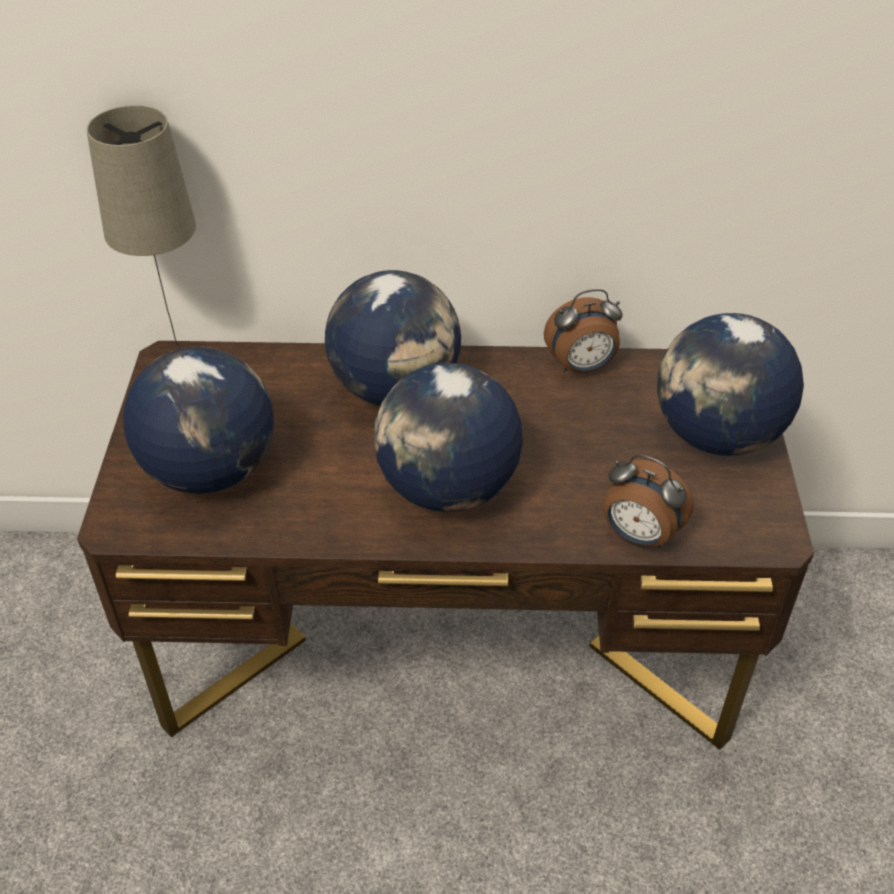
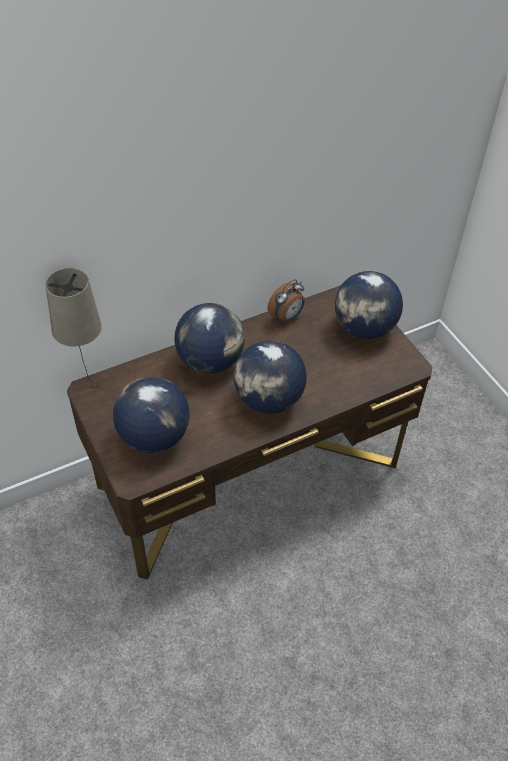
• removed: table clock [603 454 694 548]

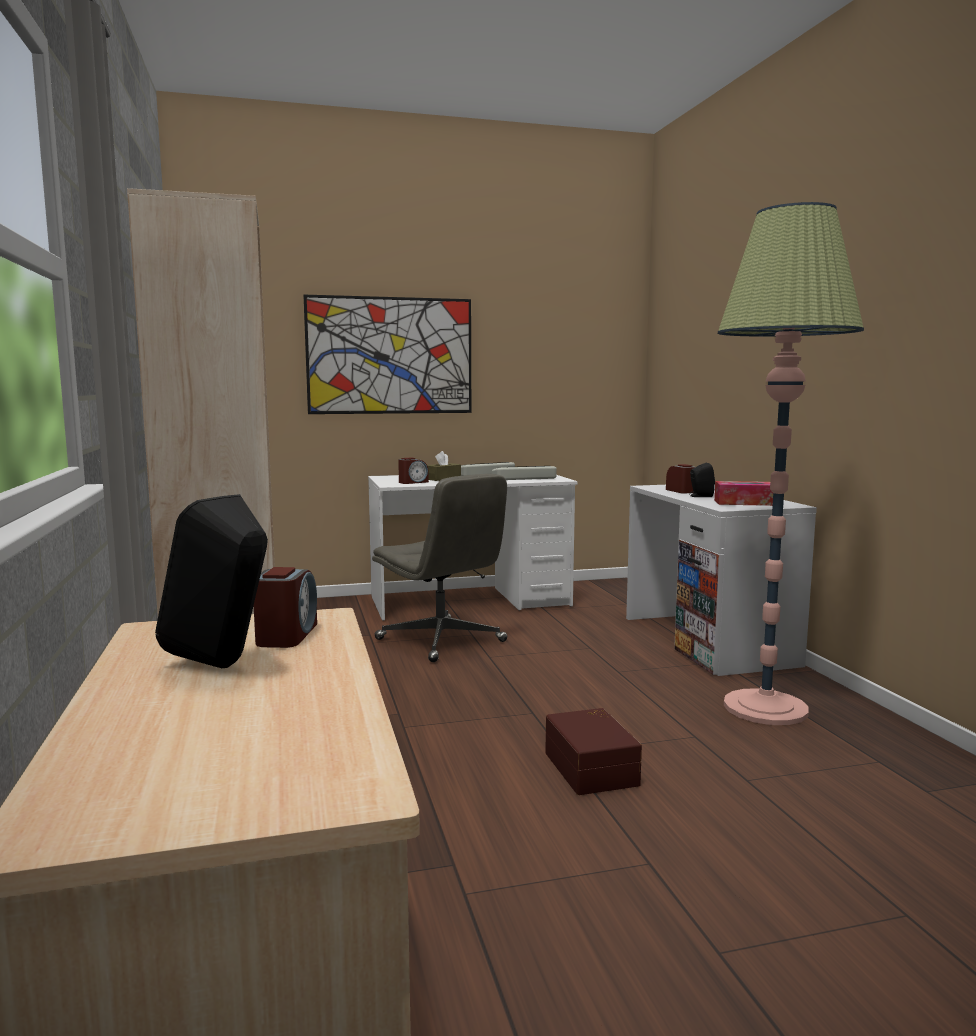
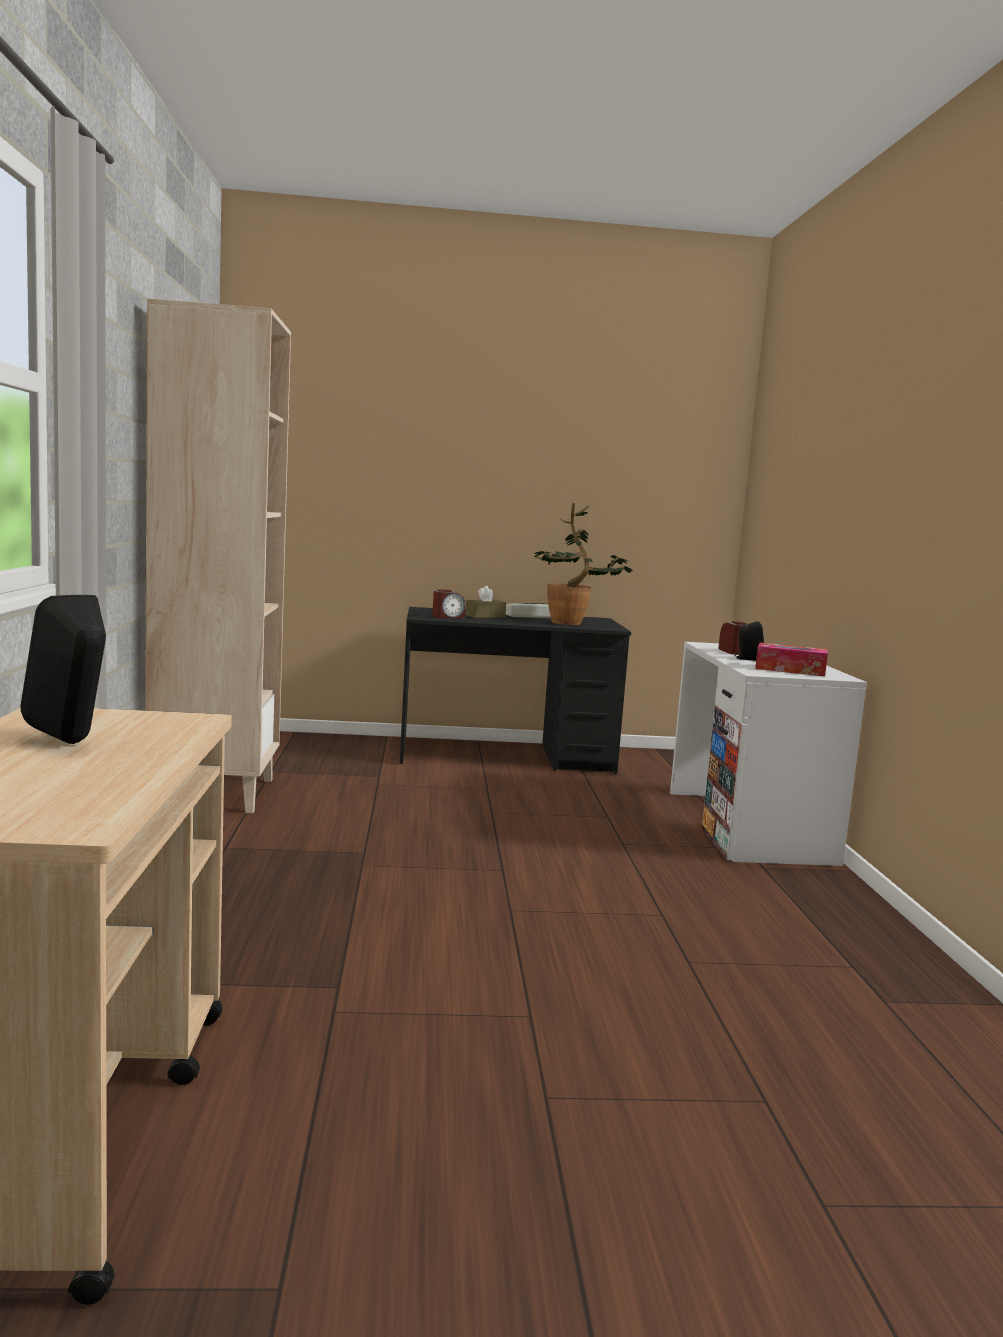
• removed: table clock [254 567 317 648]
• removed: wall art [303 295 471 414]
• recoloured: desk table (whitish) [368 475 578 621] to desk table (black) [400 607 631 774]
• removed: computer chair (greyish) [372 474 507 662]
• replaced: computer keyboard [492 466 557 480] to plant in a pot [534 503 633 625]
• removed: storage container (brown-coloured) [546 708 642 795]
• removed: floor lamp [718 202 864 725]

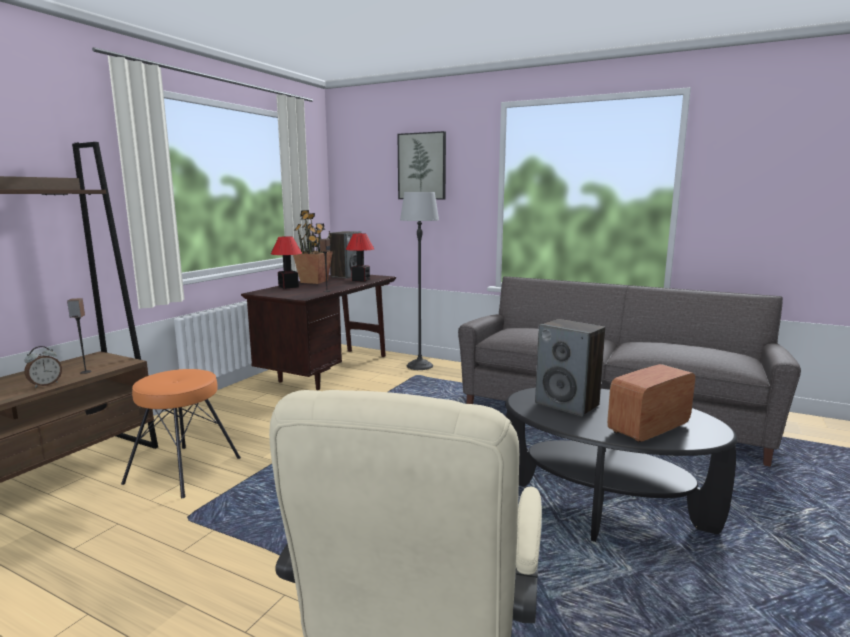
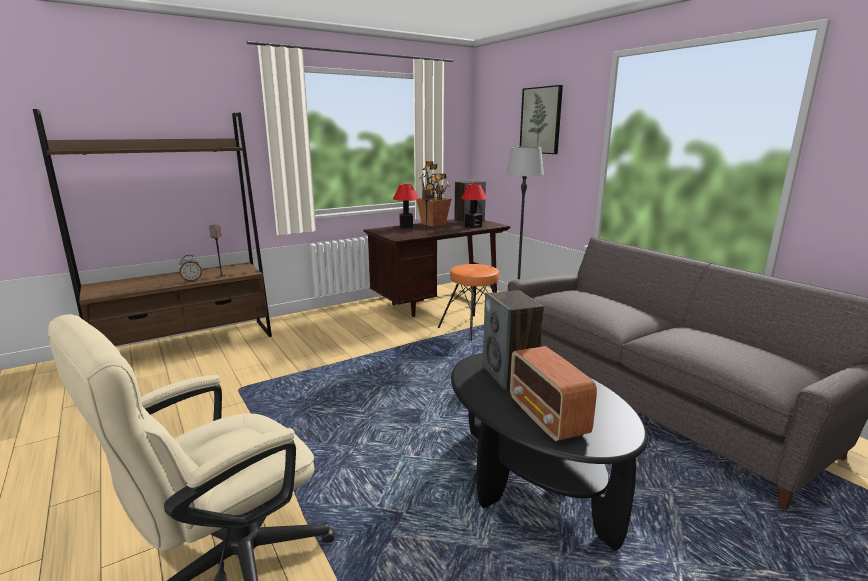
• moved: stool seat (orange-coloured) [121 369 241 498] to [438 264 499 341]
• turned: radio set [607 364 695 443] = [510 346 597 442] 105 degrees counterclockwise

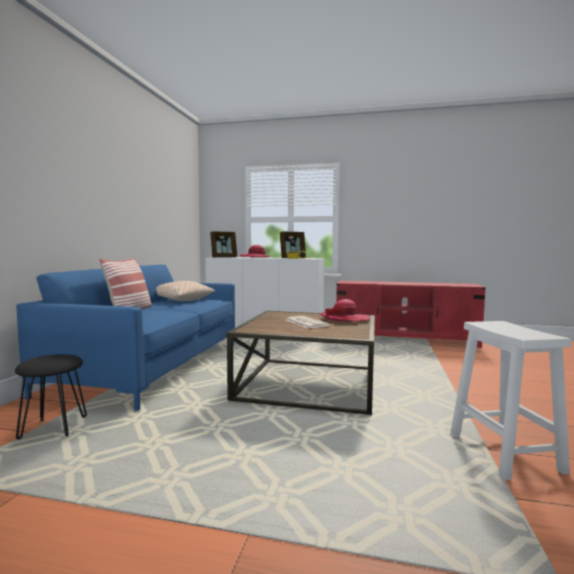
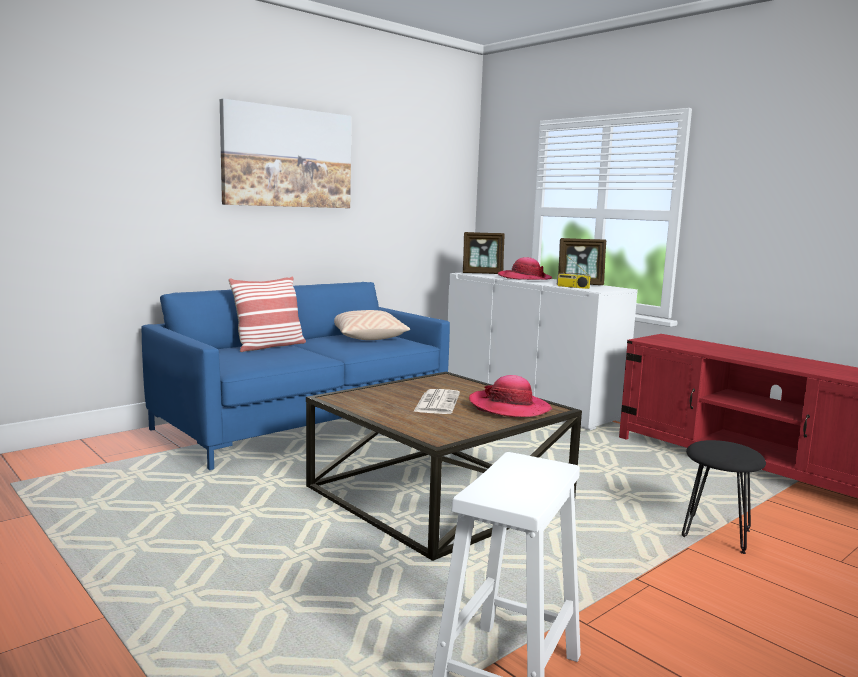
• moved: stool seat (black) [15 354 87 440] to [682 440 766 554]
• added: wall art [220 99 351 208]

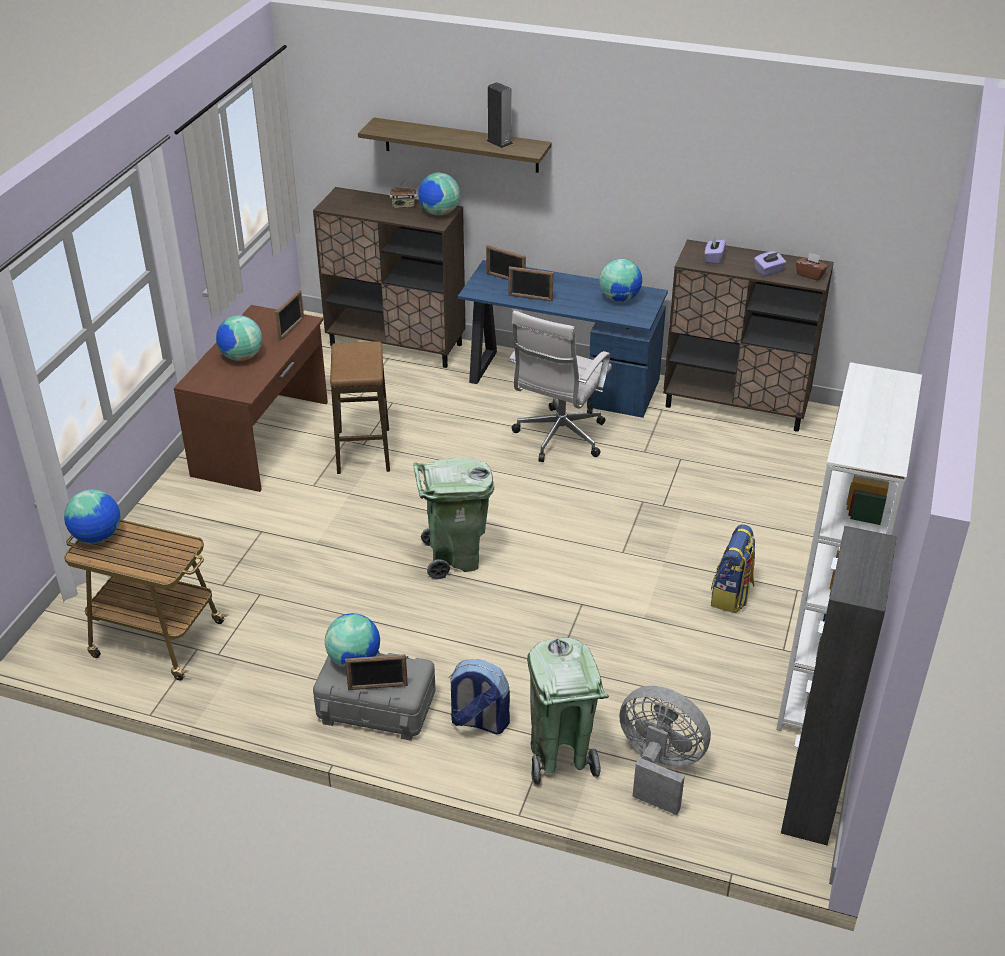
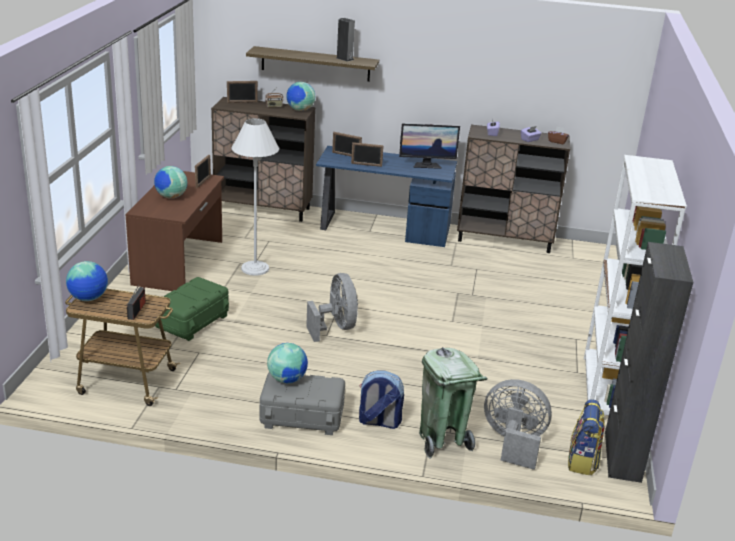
• replaced: stool seat [330 342 390 474] to floor lamp (whitish) [232 118 279 276]
• moved: photo frame [345 654 408 690] to [227 81 258 103]
• replaced: waste bin (green-coloured) [413 458 494 580] to cooling fan (greyish) [306 273 358 342]
• removed: computer chair (whitish) [508 311 612 462]
• replaced: world globe [599 259 642 302] to computer display [399 124 460 169]
• moved: knapsack [711 524 755 613] to [568 399 605 475]
• added: radio set [127 285 146 320]
• added: storage container (green-coloured) [155 277 229 341]

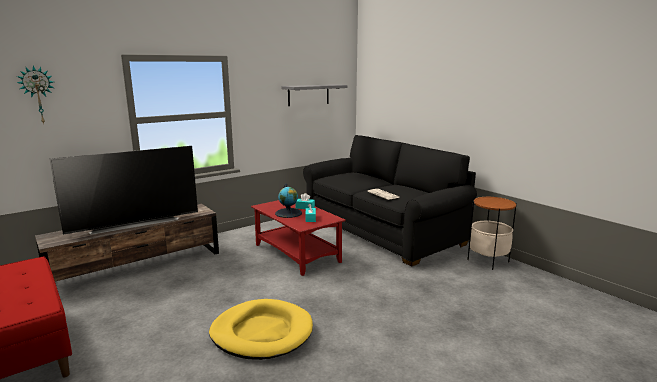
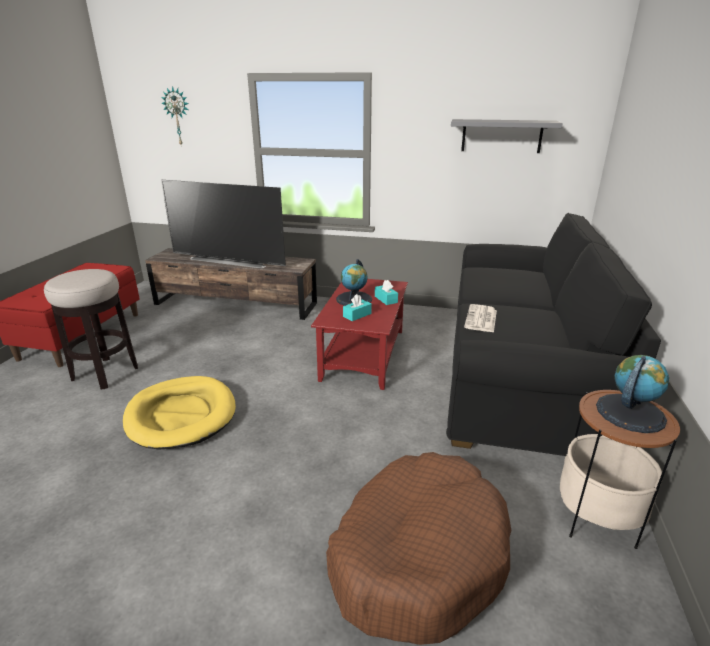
• added: stool seat [44 269 138 389]
• added: dog bed (brown-coloured) [326 452 511 645]
• added: world globe [596 355 669 433]

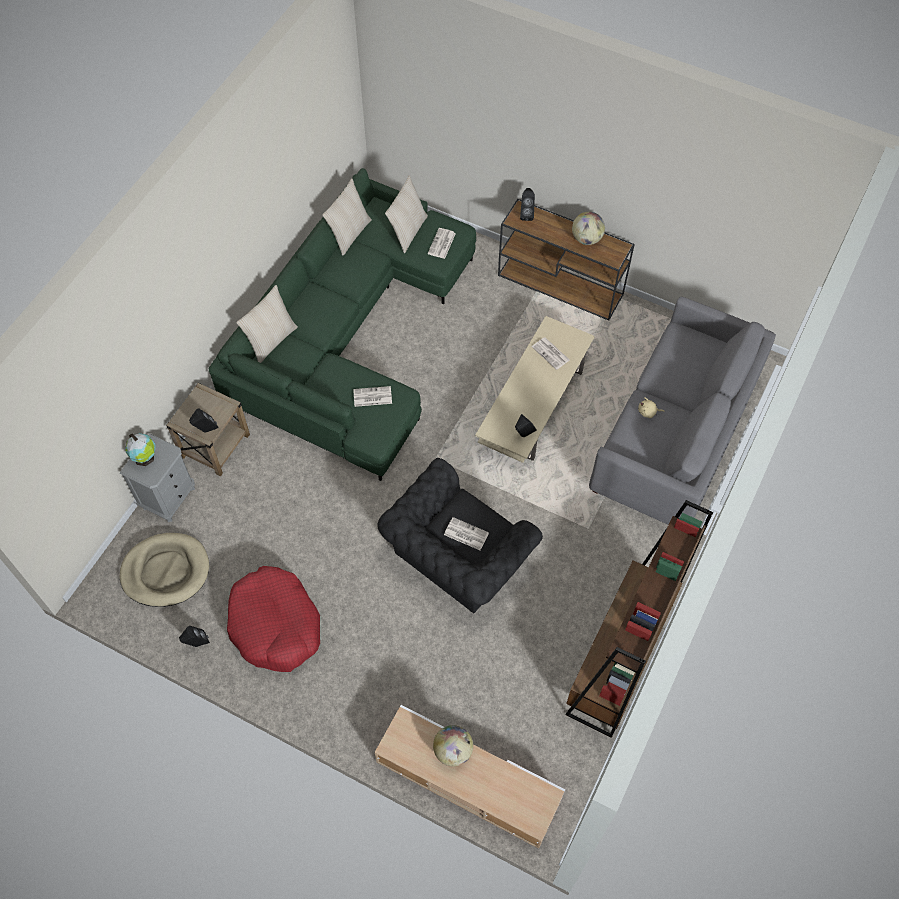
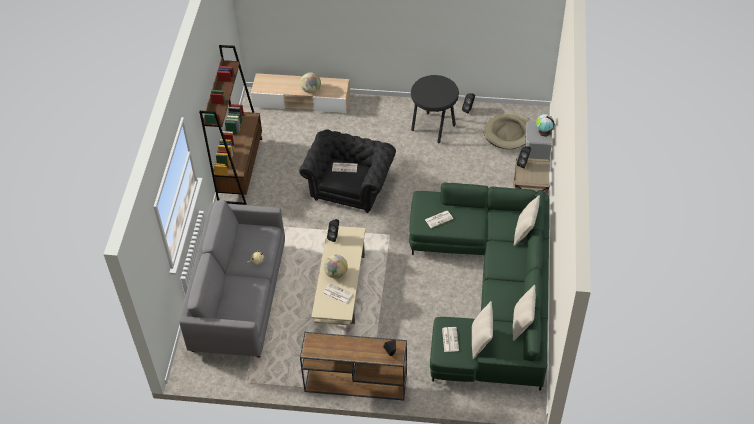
• replaced: dog bed (reddish) [227 566 320 672] to stool seat (black) [411 75 459 143]
• moved: world globe [572 212 605 245] to [324 255 348 279]

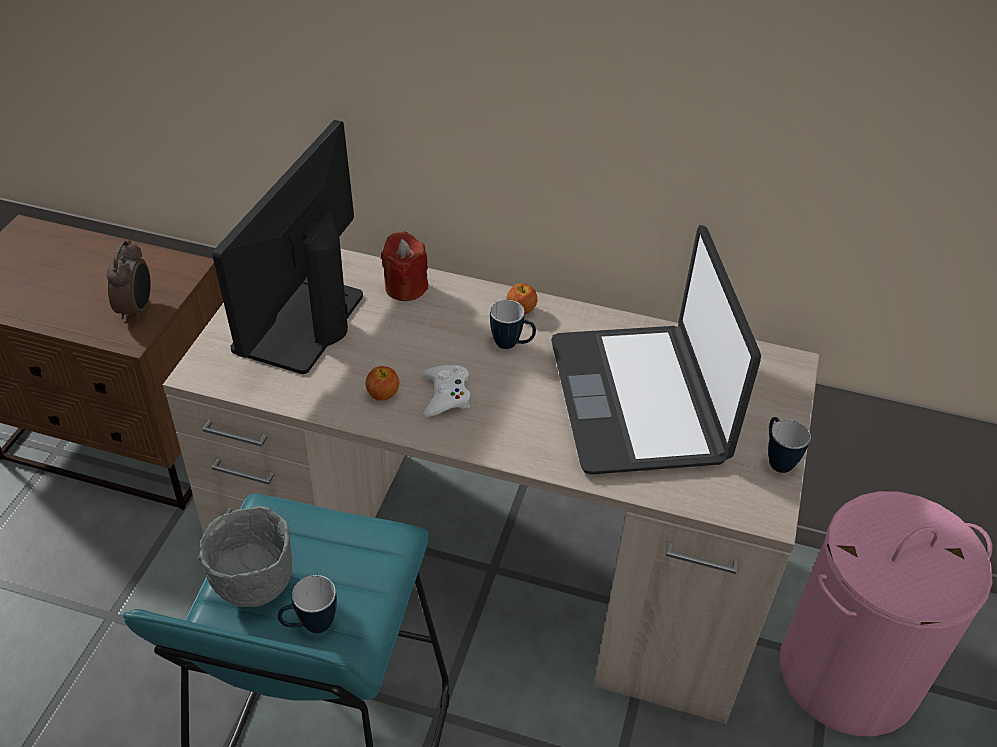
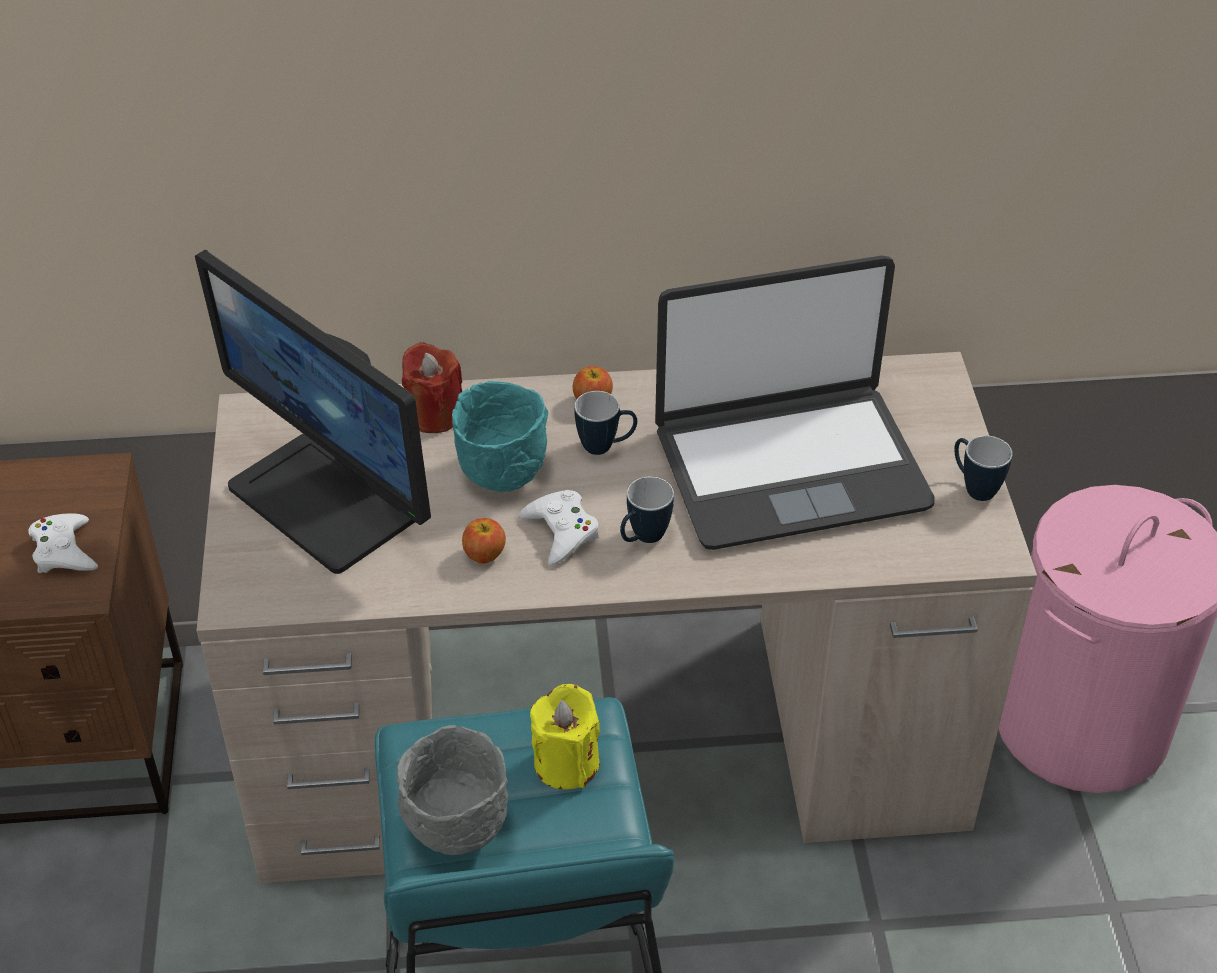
• replaced: table clock [106 240 151 322] to gamepad (whitish) [28 513 98 573]
• turned: computer display [212 120 363 374] = [195 250 431 574] 45 degrees counterclockwise
• moved: mug [278 575 337 633] to [620 477 674 543]
• turned: laptop [551 225 761 475] = [655 255 935 550] 75 degrees counterclockwise
• added: deep dish (turquoise-coloured) [452 381 548 492]
• added: wax candle (yellow-coloured) [530 684 600 789]

